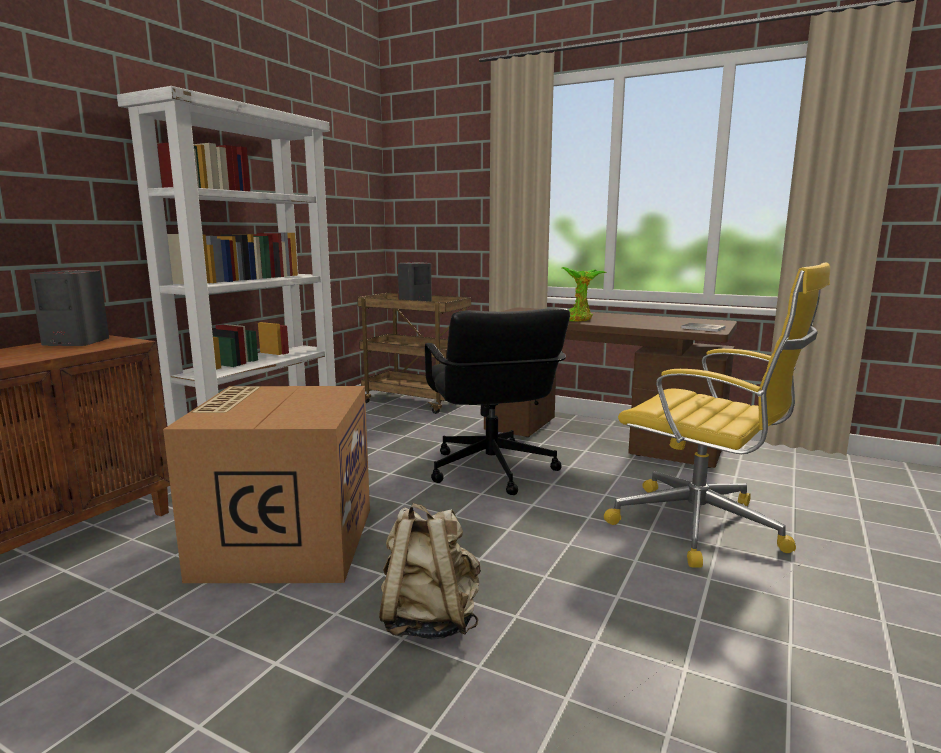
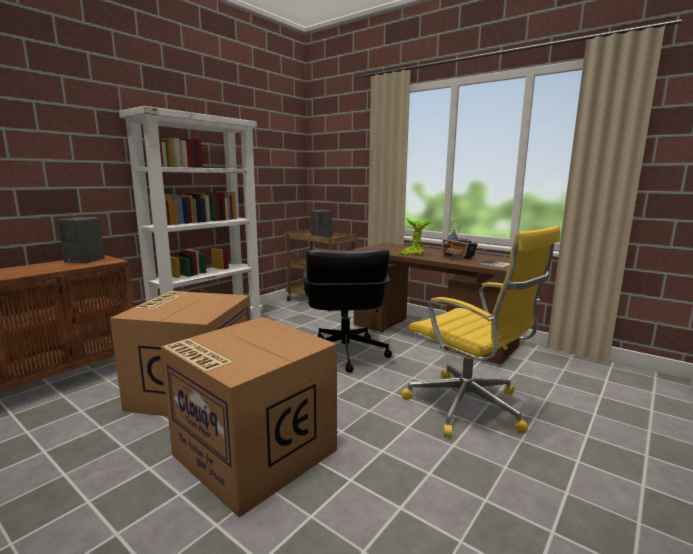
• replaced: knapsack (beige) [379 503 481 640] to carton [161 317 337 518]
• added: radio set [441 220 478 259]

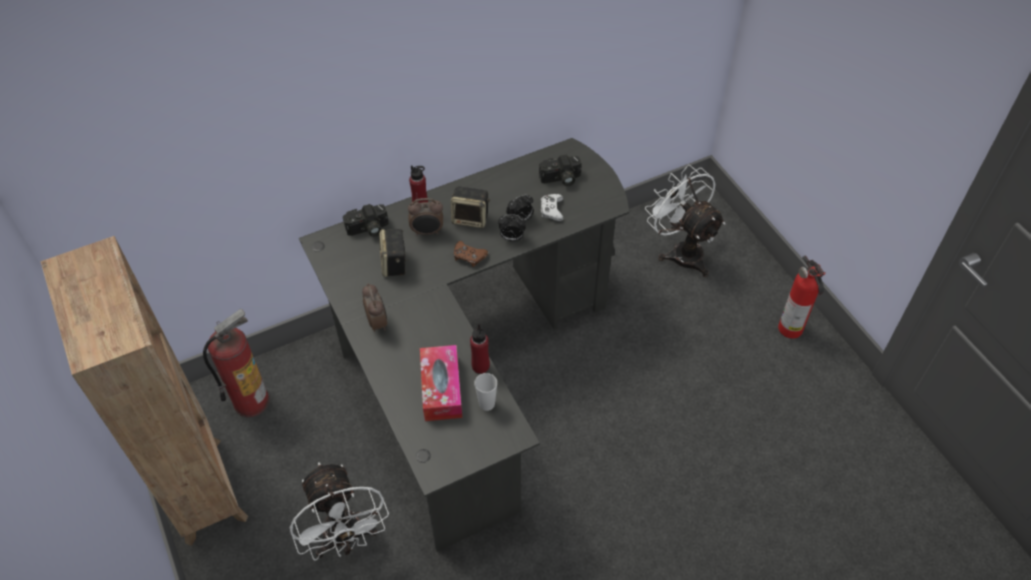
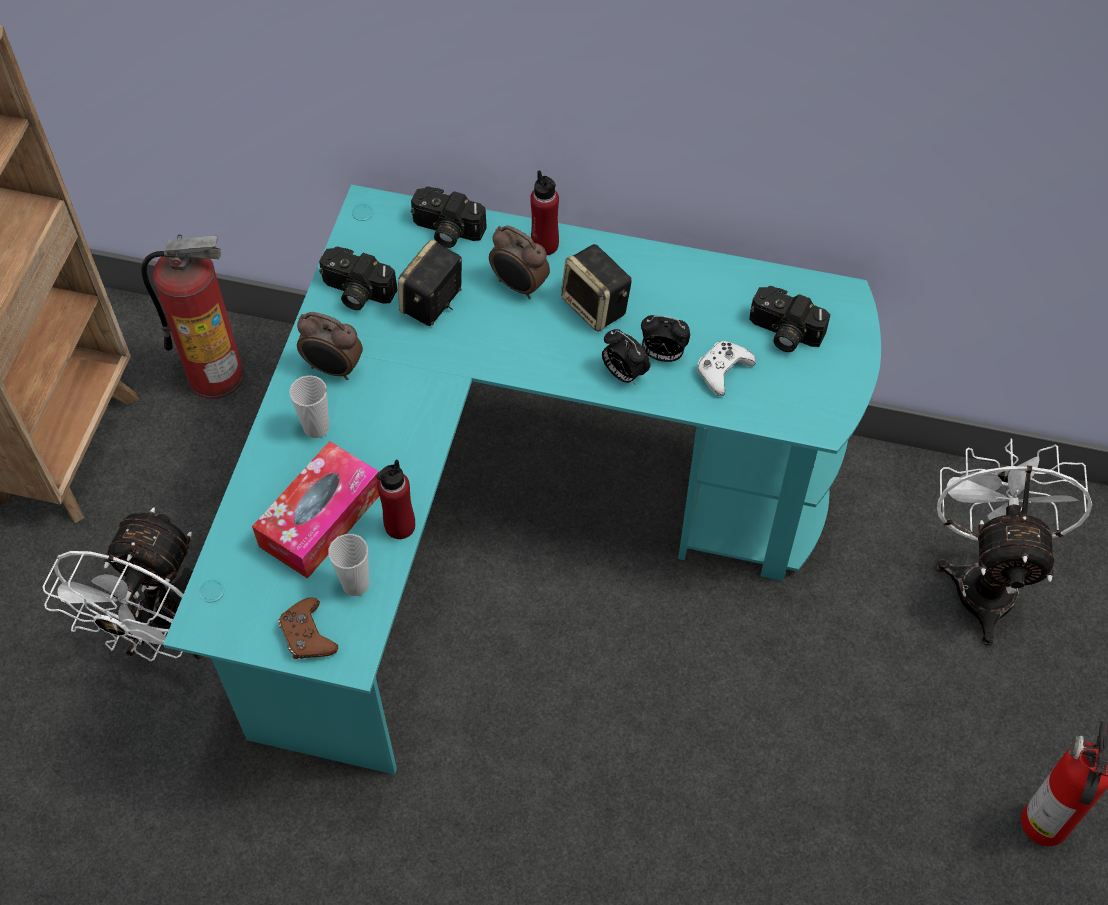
• recoloured: desk table (black) [299 138 629 552] to desk table (turquoise-coloured) [163 185 881 775]
• turned: table clock [362 283 387 332] = [297 312 363 380] 90 degrees clockwise
• moved: gamepad (brown-coloured) [454 241 488 267] to [279 597 338 659]
• added: drinking cup [289 375 329 438]
• added: photo camera [319 247 397 310]

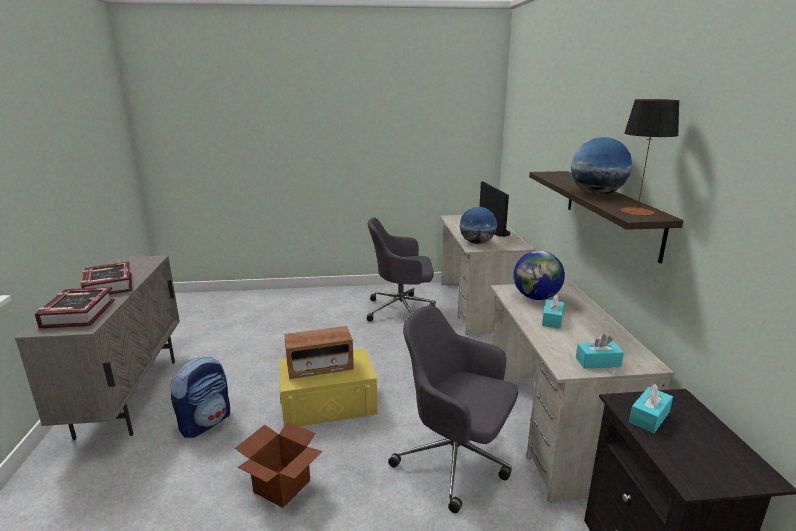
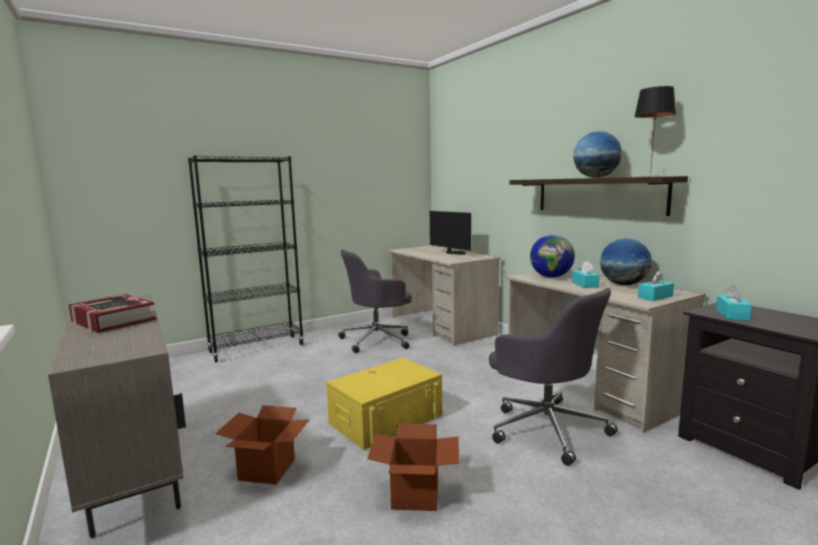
• removed: book [35 287 115 329]
• replaced: knapsack [170 357 230 438] to carton [215 405 310 485]
• removed: radio set [284 326 354 379]
• turned: computer chair (greyish) [388 305 518 513] = [489 288 618 466] 135 degrees counterclockwise
• moved: world globe [460 207 497 244] to [600 238 652 285]
• added: bookcase (black) [188 155 304 362]

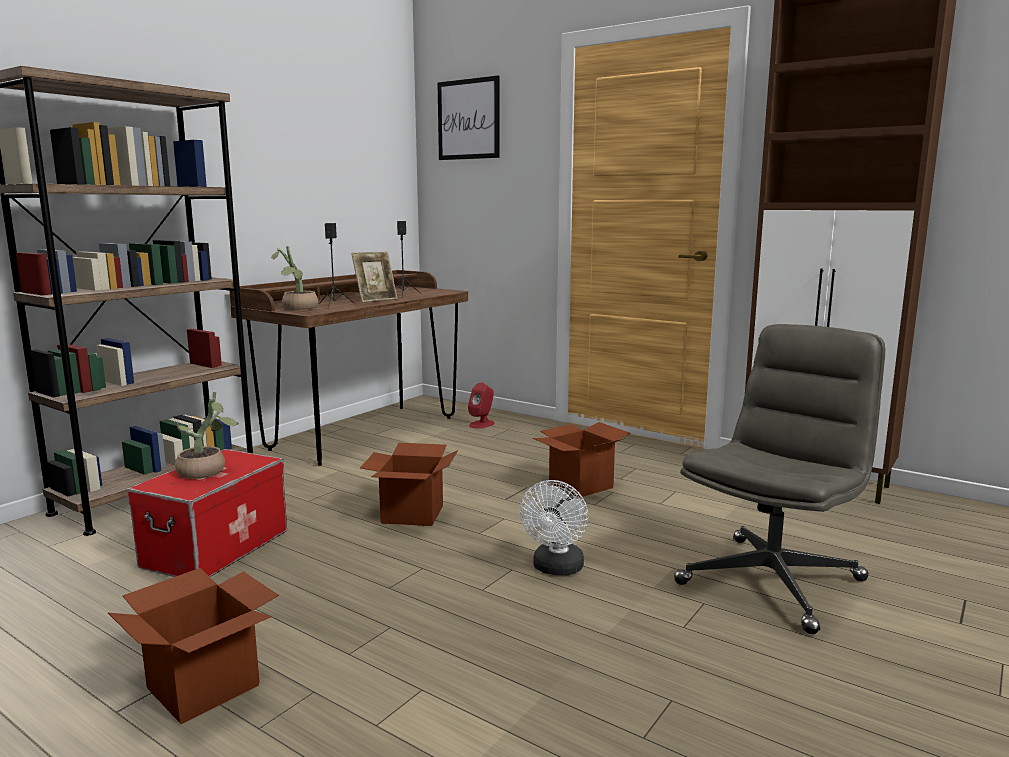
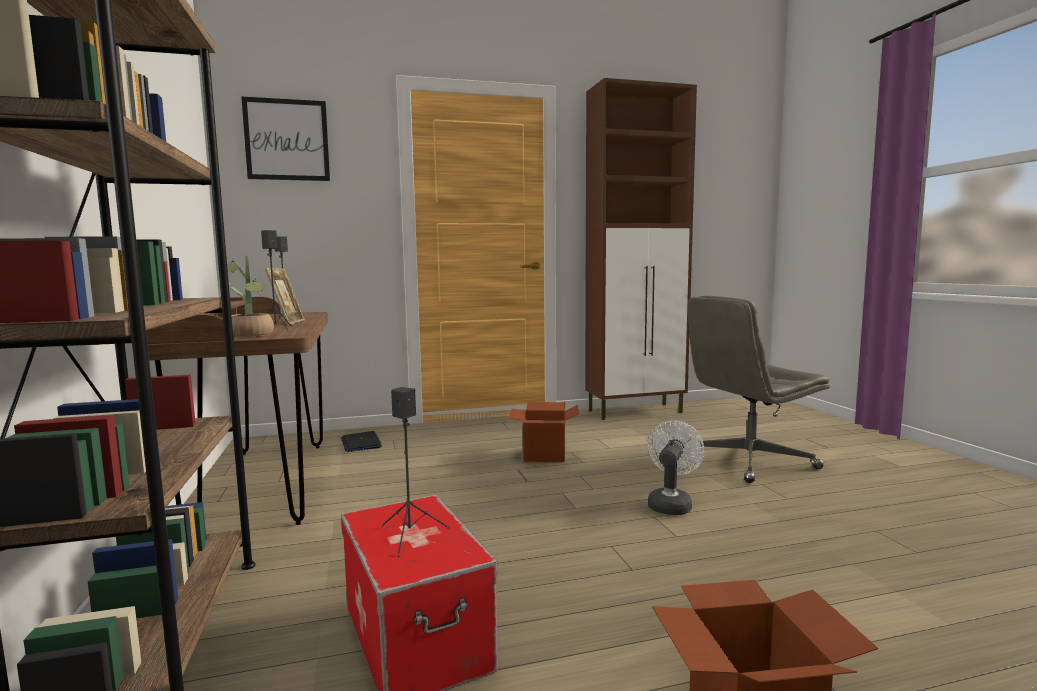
• replaced: plant in a pot [175 392 239 479] to speaker (black) [381 387 450 557]
• removed: carton [360 443 458 526]
• replaced: speaker (reddish) [468 383 495 429] to laptop [341 431 382 452]
• turned: cooling fan (whitish) [520 480 588 575] = [648 420 705 515] 120 degrees counterclockwise
• turned: computer chair (greyish) [674 324 885 634] = [687 296 830 483] 105 degrees counterclockwise

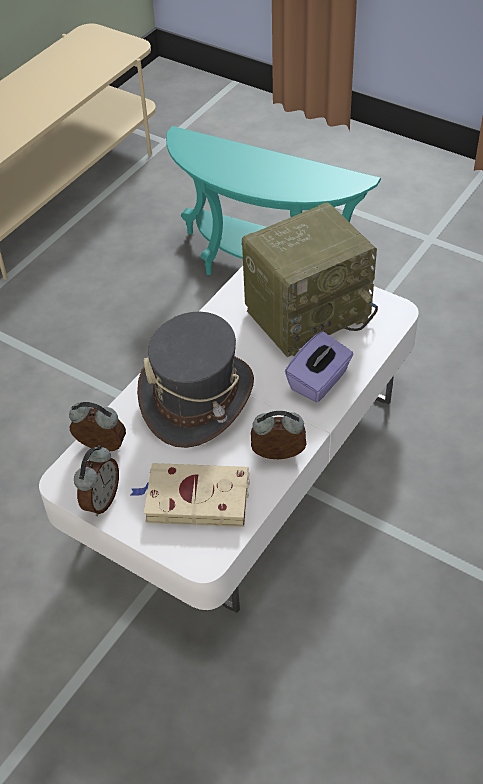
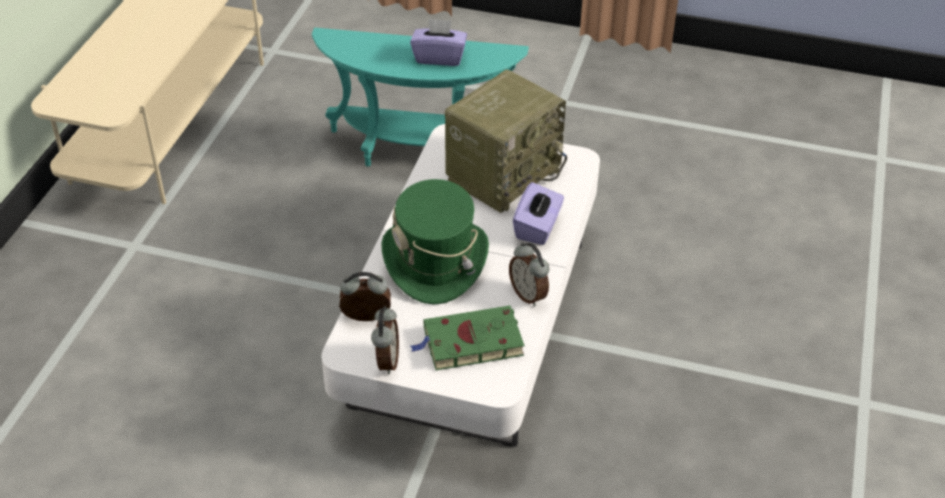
• recoloured: book (beige) [131 463 250 527] to book (green-coloured) [410 305 524 370]
• recoloured: clothing hat (greyish) [137 312 254 448] to clothing hat (green-coloured) [381 179 489 304]
• turned: table clock [251 411 306 459] = [509 243 549 306] 105 degrees counterclockwise
• added: tissue box (purple-coloured) [410 18 467 66]

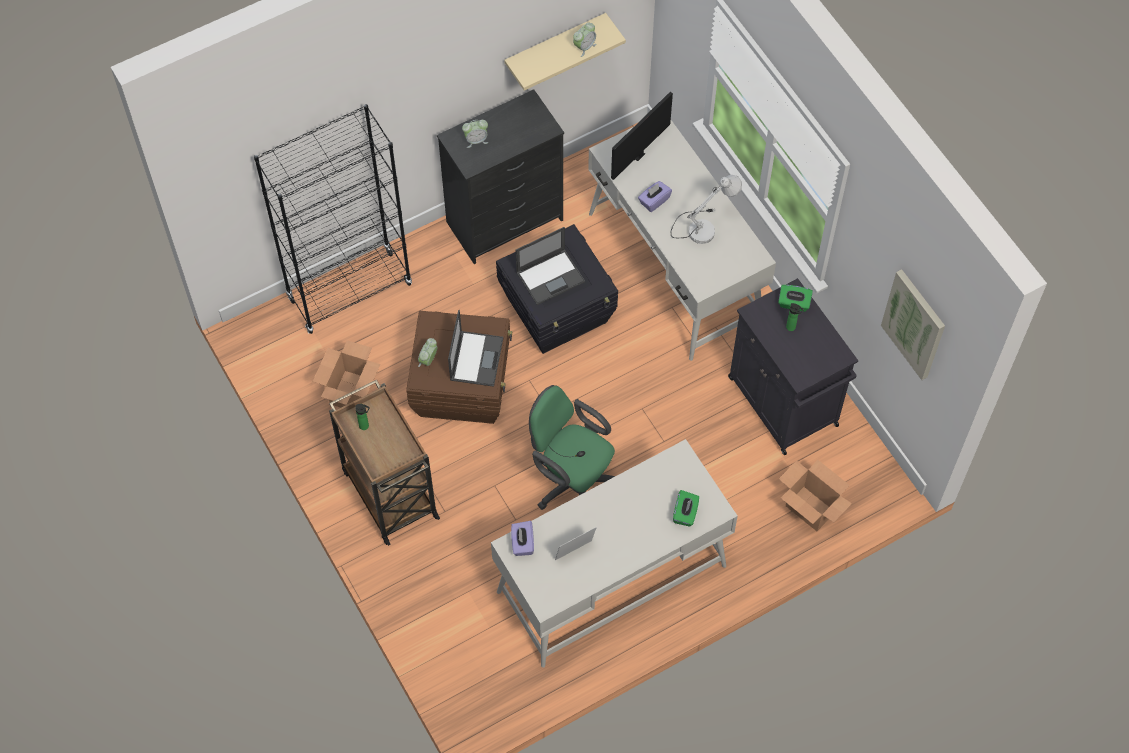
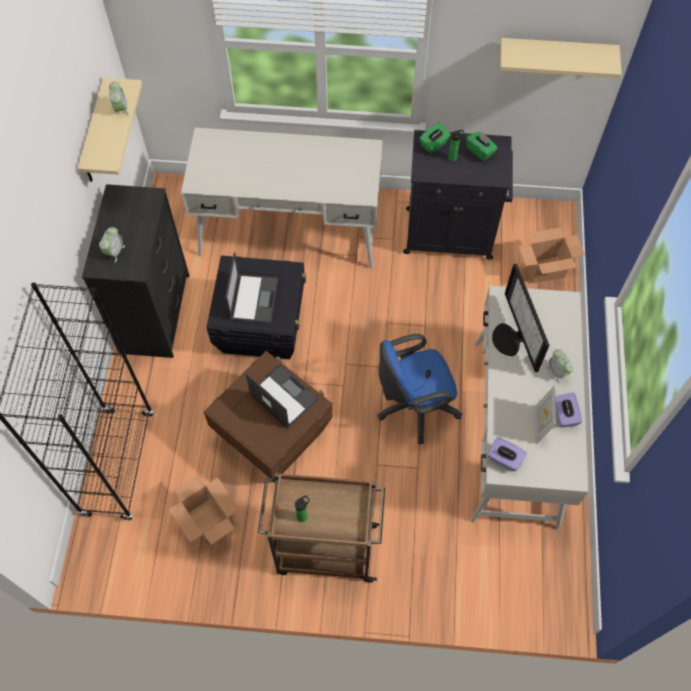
• moved: table clock [418 338 438 367] to [546 349 574 384]
• recoloured: computer chair (green-coloured) [529 385 615 510] to computer chair (bluish) [377 334 462 444]
• moved: computer display [611 92 673 180] to [492 264 549 372]
• moved: tissue box (purple-coloured) [638 181 672 212] to [555 392 582 427]
• removed: tabletop lamp (whitish) [670 175 742 244]
• moved: tissue box (green-coloured) [673 490 699 527] to [466 132 498 161]
• replaced: wall art [881 269 945 380] to bracket shelf (beige) [500 38 622 78]

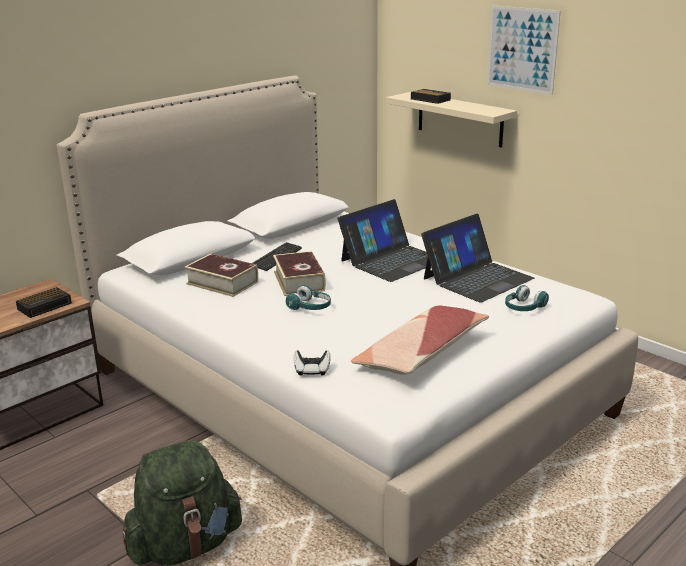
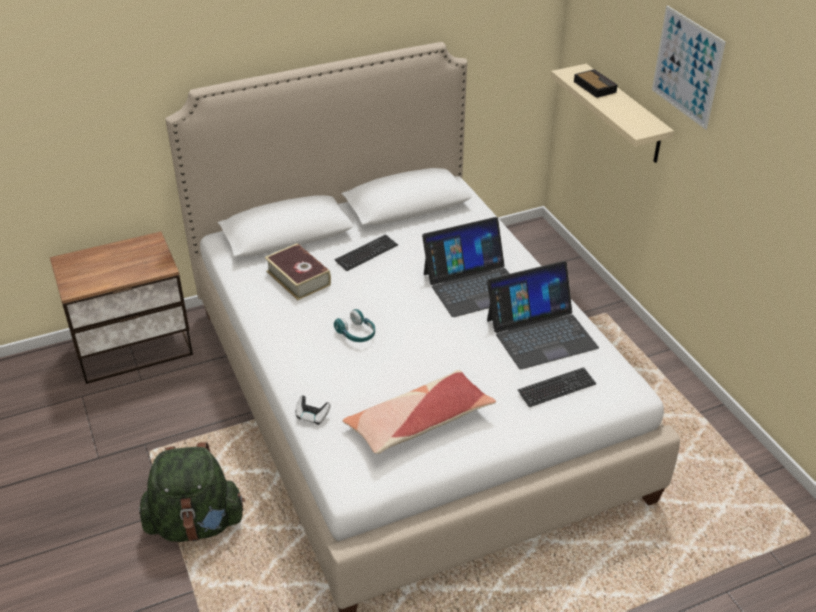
• removed: table clock [16 287 72 318]
• removed: book [273 251 326 296]
• replaced: headset (turquoise-coloured) [505 285 549 311] to computer keyboard [518 367 596 407]

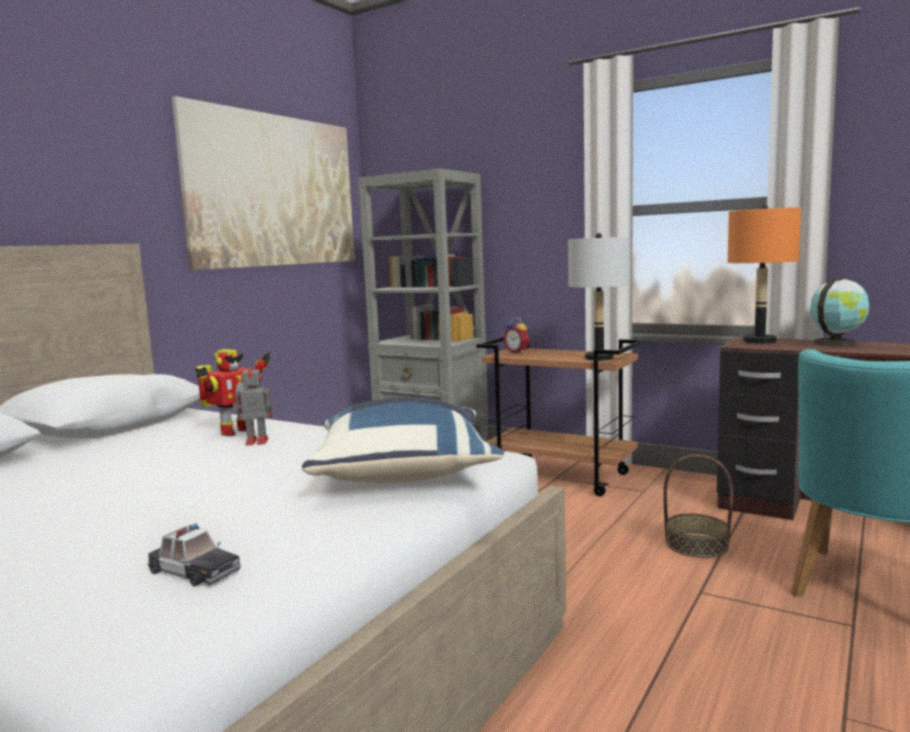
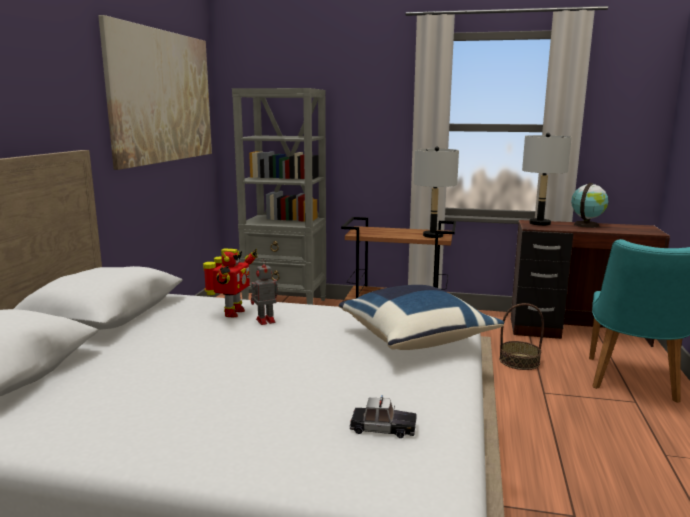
• removed: table clock [504 317 530 353]
• recoloured: tabletop lamp (orange-coloured) [728 204 801 344] to tabletop lamp (greyish) [522 133 572 226]

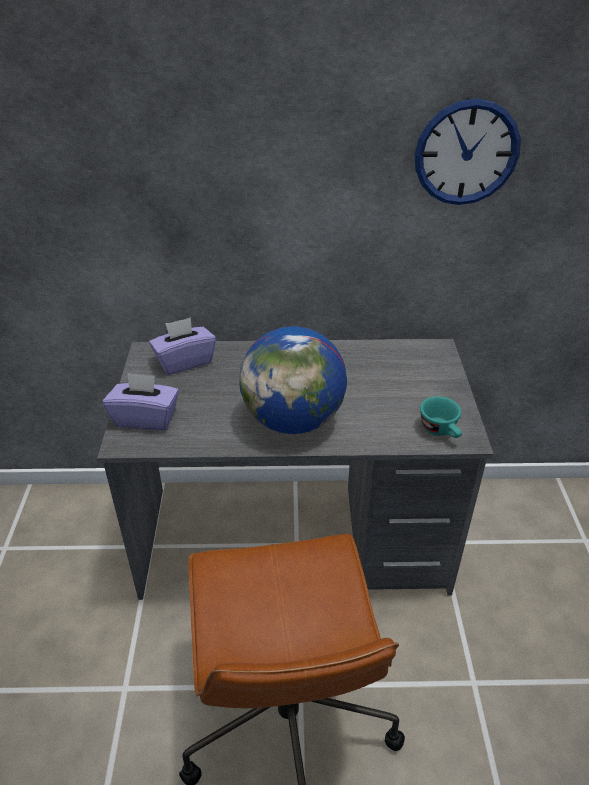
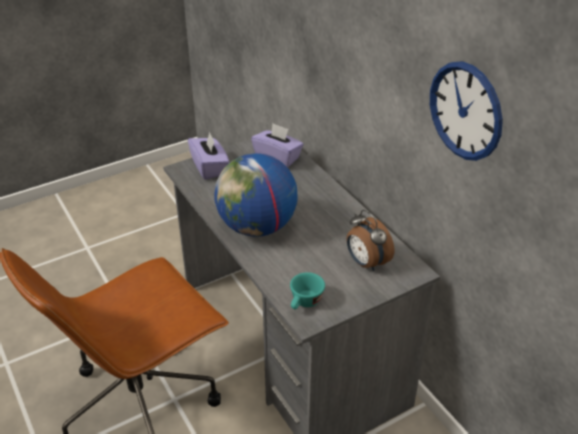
• added: table clock [347 210 394 271]

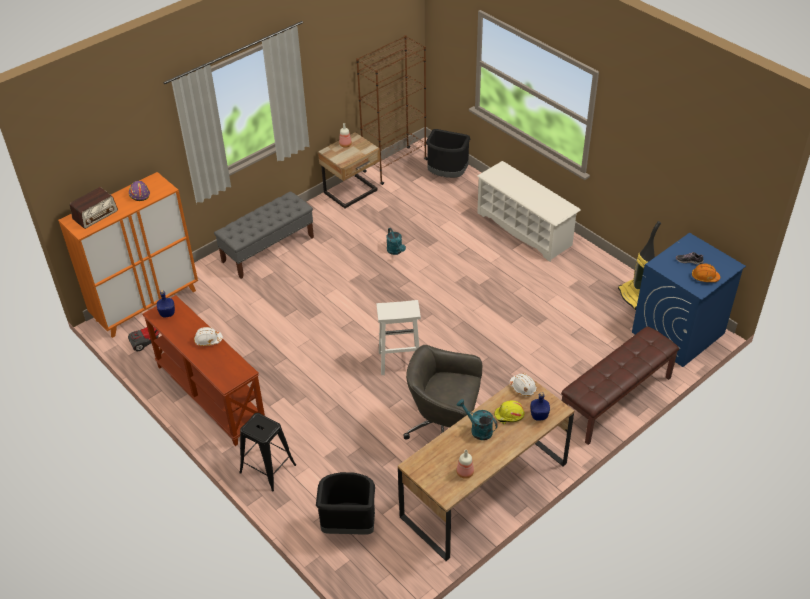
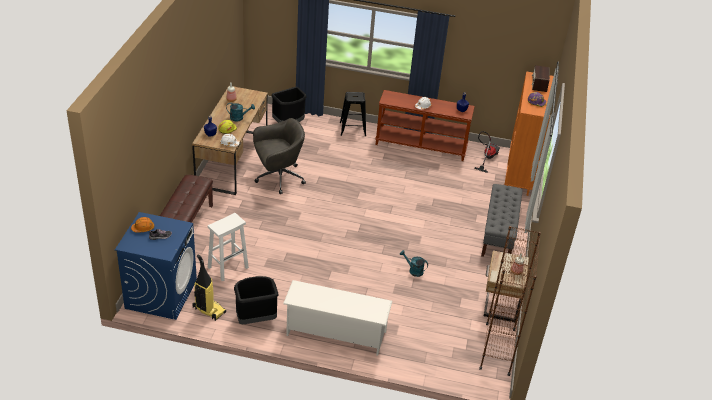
• moved: stool seat (whitish) [376 300 421 375] to [208 213 249 281]
• moved: waste bin (black) [426 129 470 178] to [234 276 279 324]

